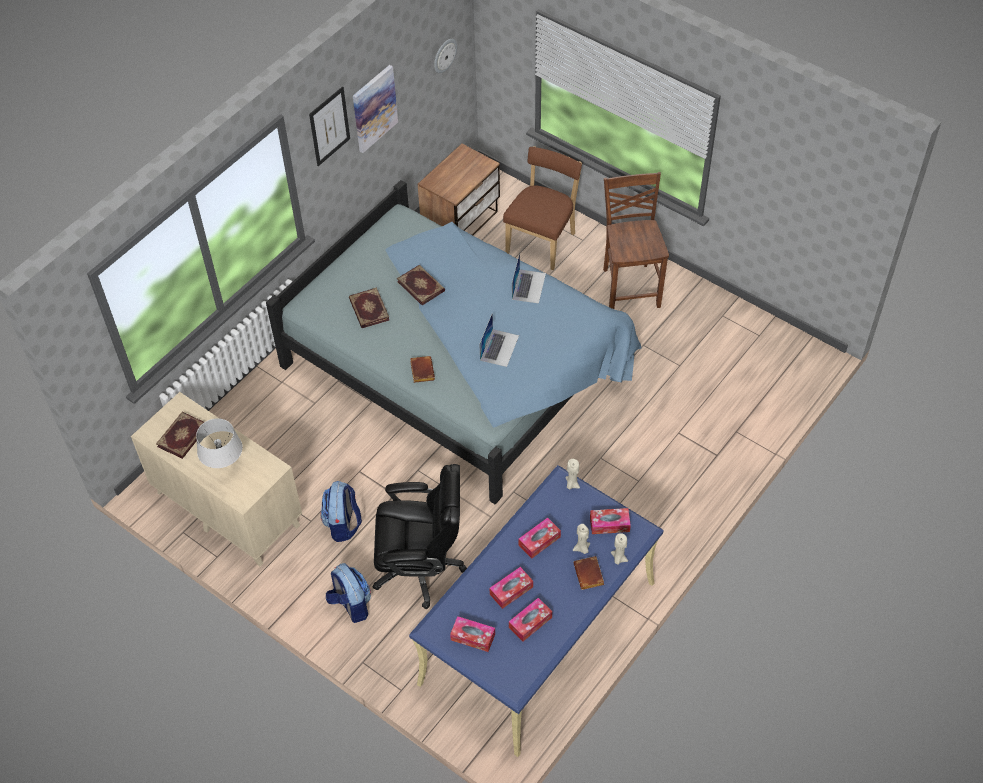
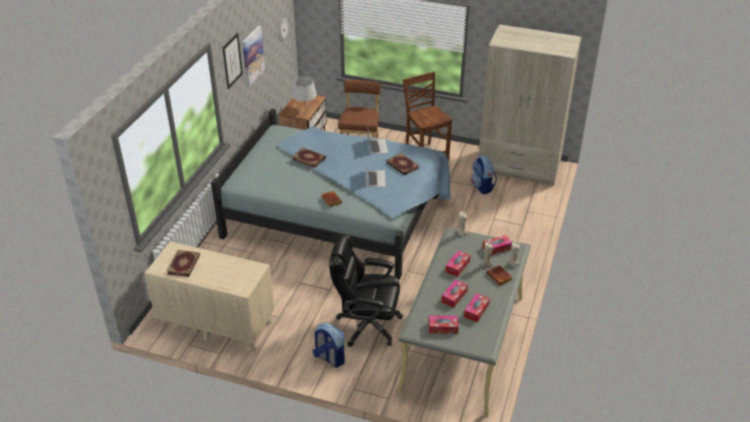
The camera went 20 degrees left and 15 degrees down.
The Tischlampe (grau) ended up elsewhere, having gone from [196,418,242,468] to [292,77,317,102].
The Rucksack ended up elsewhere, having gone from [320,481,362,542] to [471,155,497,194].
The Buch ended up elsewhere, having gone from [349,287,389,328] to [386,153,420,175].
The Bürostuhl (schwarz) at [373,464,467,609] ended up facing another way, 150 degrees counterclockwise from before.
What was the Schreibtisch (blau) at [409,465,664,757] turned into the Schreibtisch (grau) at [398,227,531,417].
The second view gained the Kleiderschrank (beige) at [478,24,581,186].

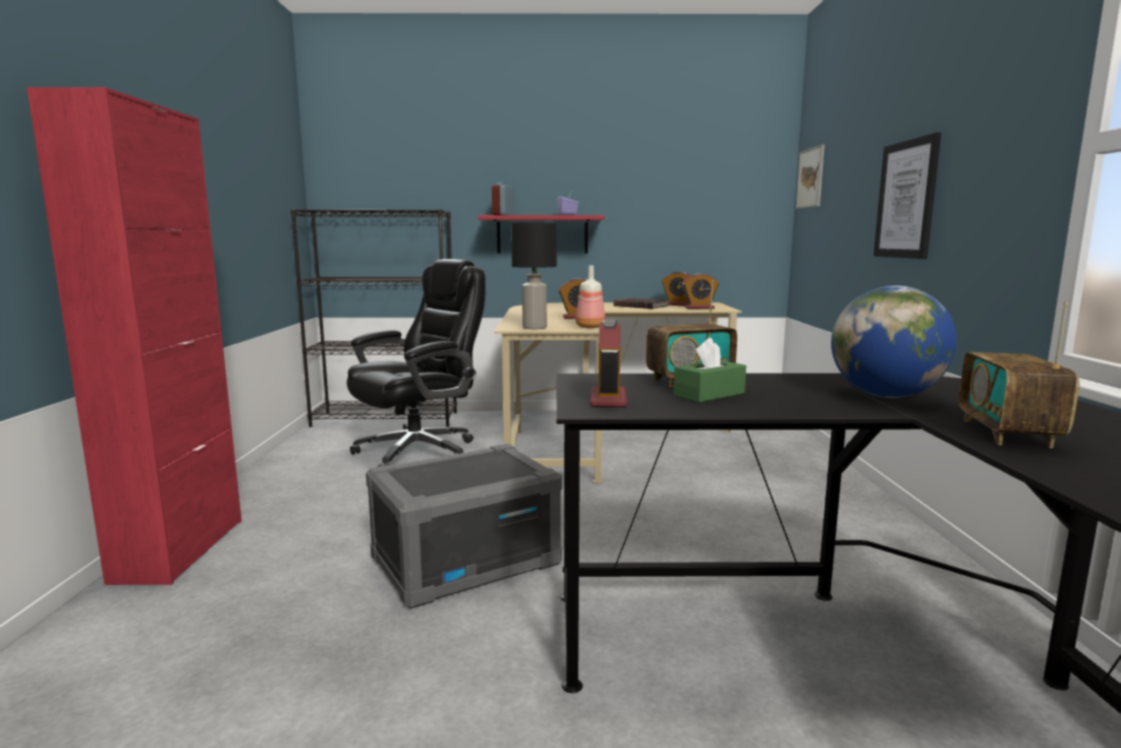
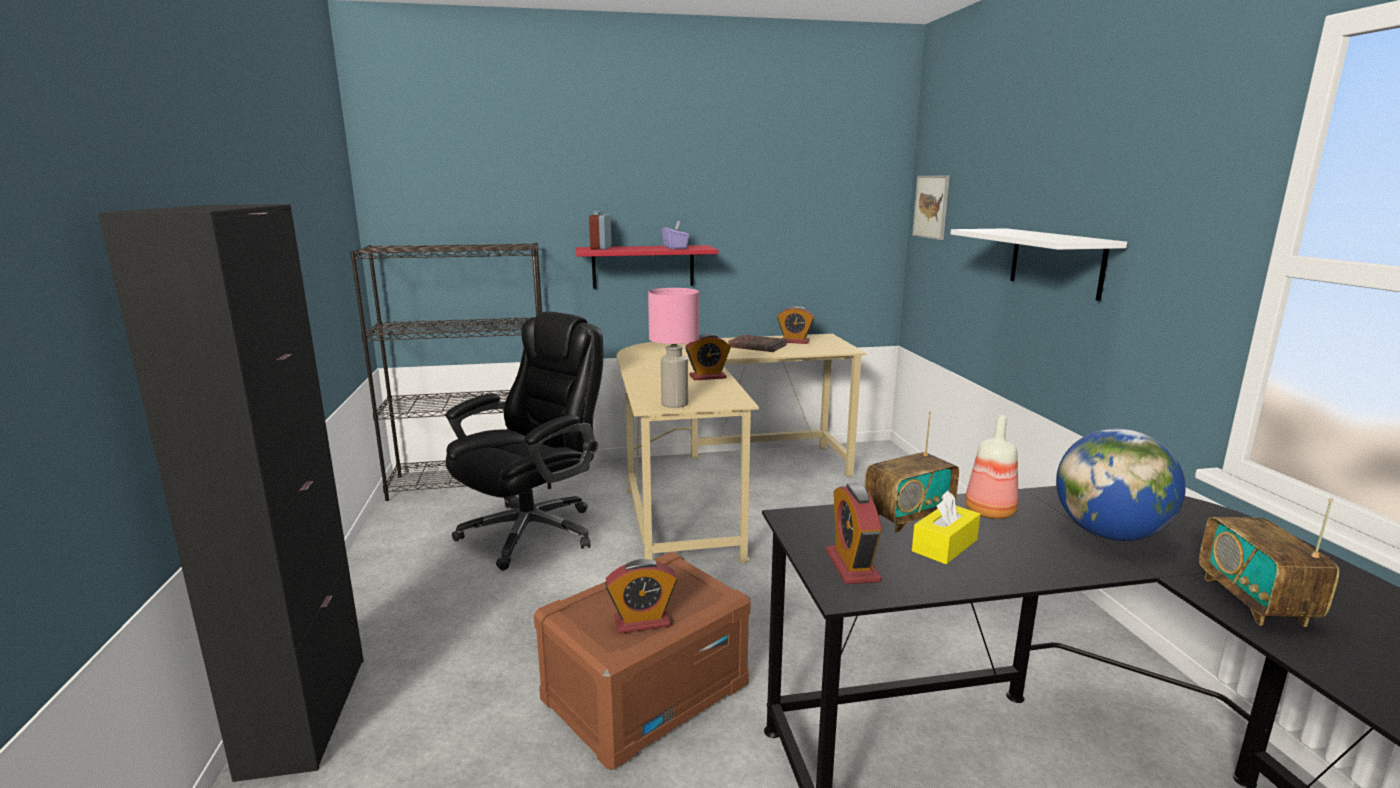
The camera went 10 degrees left and 5 degrees up.
What was the Schrank (rot) at [27,87,242,585] turned into the Schrank (schwarz) at [98,204,364,782].
What was the Aufbewahrungsbox (grau) at [366,444,562,609] turned into the Aufbewahrungsbox (braun) at [534,551,751,770].
What was the Tischlampe (schwarz) at [511,223,557,329] turned into the Tischlampe (rosa) at [648,288,699,408].
The Flasche ended up elsewhere, having gone from [576,265,605,328] to [965,415,1019,519].
What was the Taschentuchbox (grün) at [674,338,746,403] turned into the Taschentuchbox (gelb) at [912,490,980,564].
The Wecker ended up elsewhere, having gone from [682,273,719,309] to [605,559,677,634].
Where the Bild hung at [874,132,941,259], the Wandregal (weiß) came to hang at [951,228,1127,301].

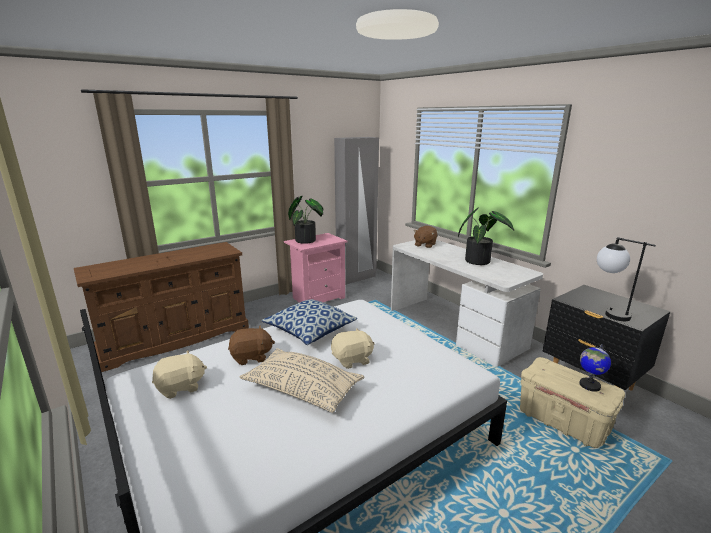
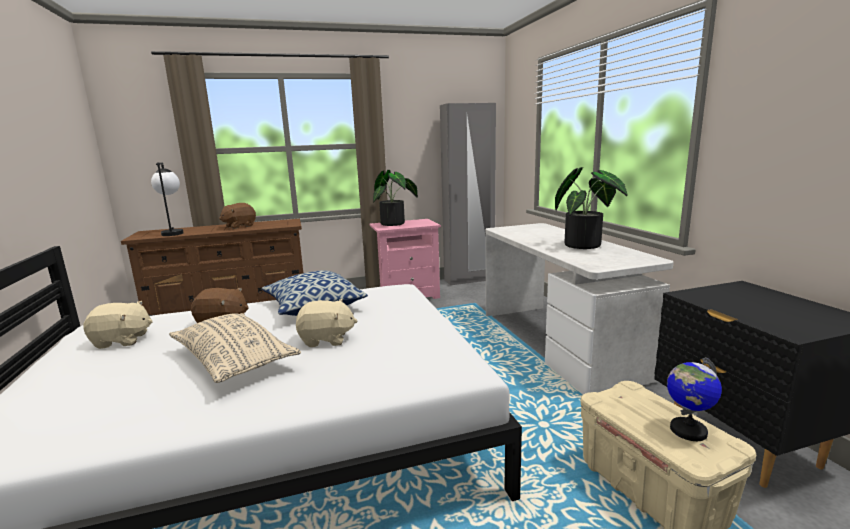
The camera went 20 degrees right and 5 degrees down.
The Plüschtier (braun) ended up elsewhere, having gone from [413,226,437,248] to [219,203,256,229].
The Tischlampe ended up elsewhere, having gone from [597,237,656,321] to [151,163,183,236].

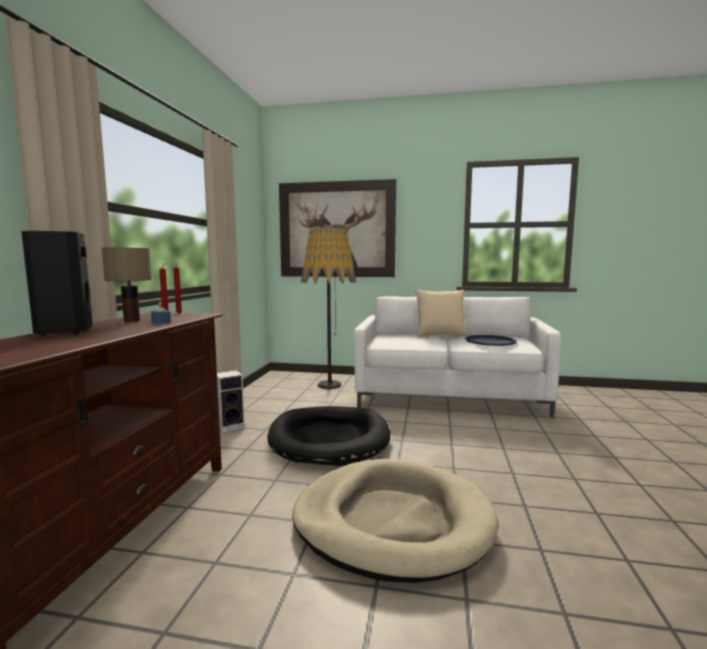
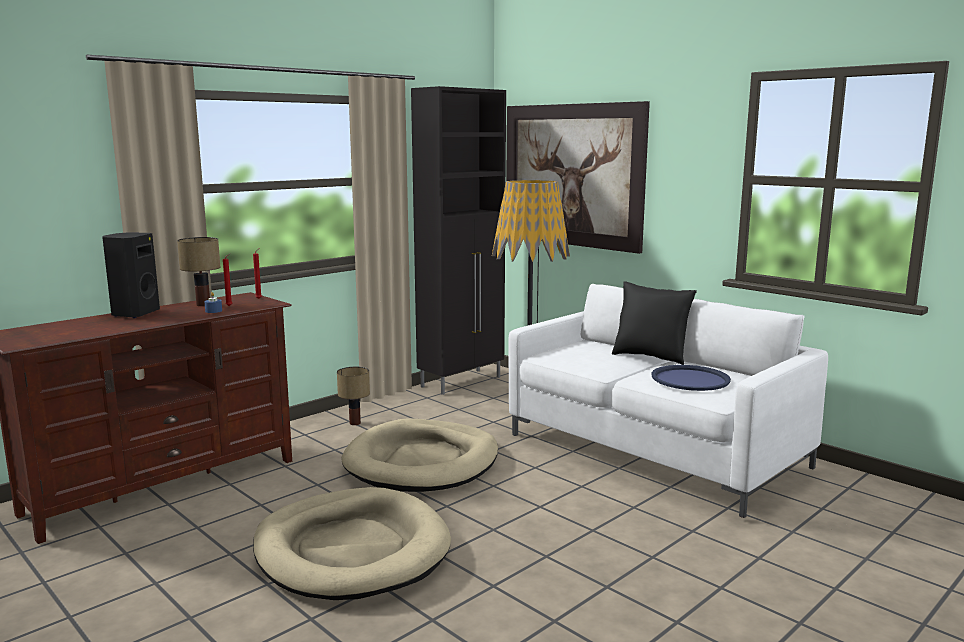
The camera went 35 degrees right and 5 degrees up.
Where the Lautsprecher stood at [217,370,245,433], the Tischlampe came to stand at [337,367,370,425].
What was the Hundebett (schwarz) at [267,406,391,466] turned into the Hundebett (beige) at [342,418,498,492].
What was the Kissen (beige) at [415,289,467,338] turned into the Kissen (schwarz) at [612,281,697,365].
The second view gained the Schrank (schwarz) at [411,86,506,395].

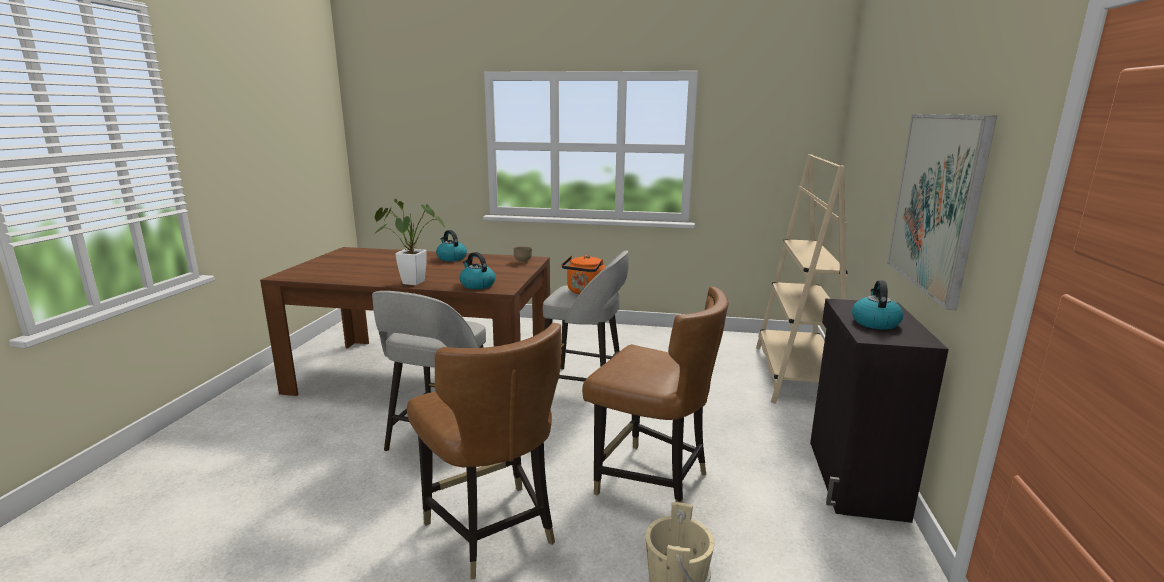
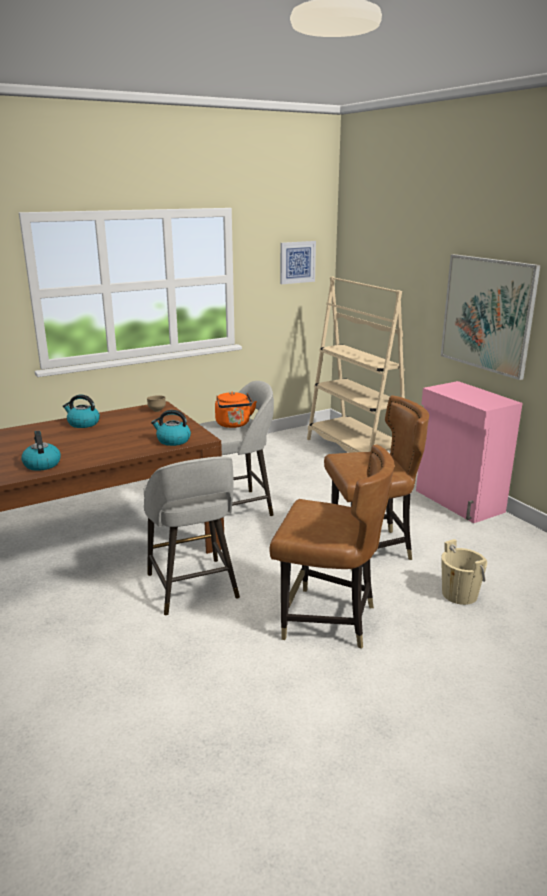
The camera went 40 degrees left and 5 degrees up.
The second view lost the Topfpflanze at [373,199,445,285].
What was the Schrank (schwarz) at [810,299,949,523] turned into the Schrank (rosa) at [416,381,522,523].
The Wasserkessel ended up elsewhere, having gone from [852,280,903,330] to [21,431,61,471].
The second view gained the Bild at [280,241,316,284].

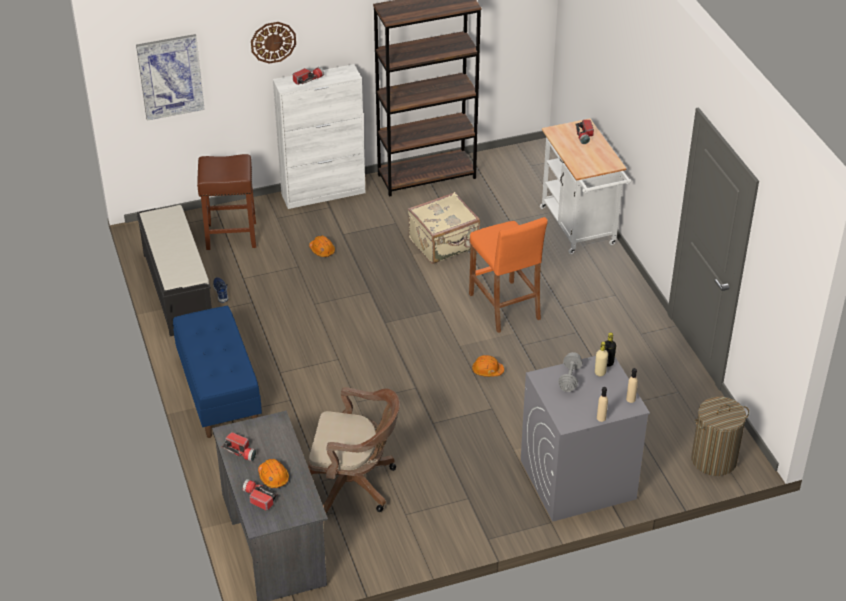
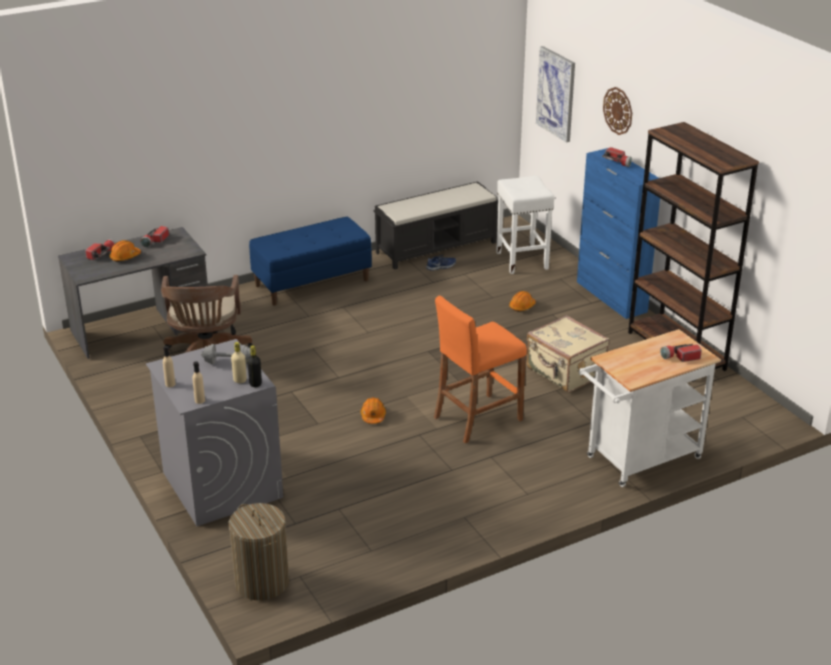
The camera went 80 degrees right and 10 degrees down.
What was the Hocker (braun) at [197,154,256,250] turned into the Hocker (weiß) at [496,176,554,274].
What was the Schrank (weiß) at [273,64,365,209] turned into the Schrank (blau) at [577,148,660,319].

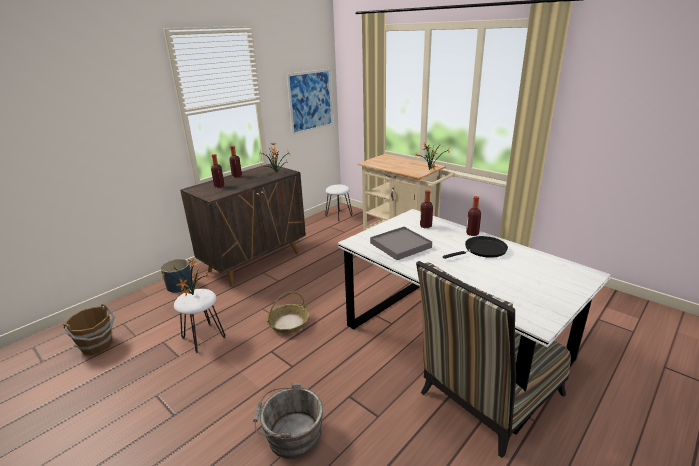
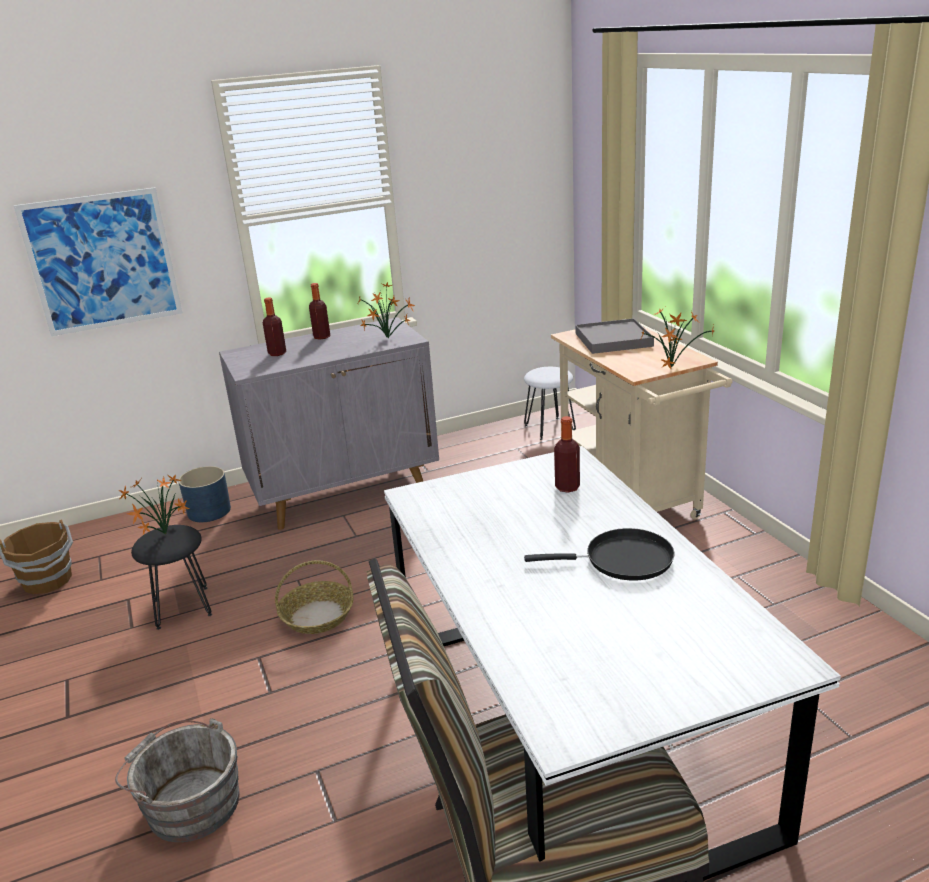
The camera went 25 degrees right and 0 degrees up.
What was the Hocker (weiß) at [174,289,226,353] turned into the Hocker (schwarz) at [131,525,212,630].
What was the Schrank (braun) at [180,164,306,286] turned into the Schrank (grau) at [219,317,439,530].
The Bild ended up elsewhere, having gone from [286,69,333,135] to [14,187,183,336].
The Tablett (grau) ended up elsewhere, having gone from [370,227,432,260] to [575,318,654,354].
The second view lost the Flasche at [466,196,481,236].

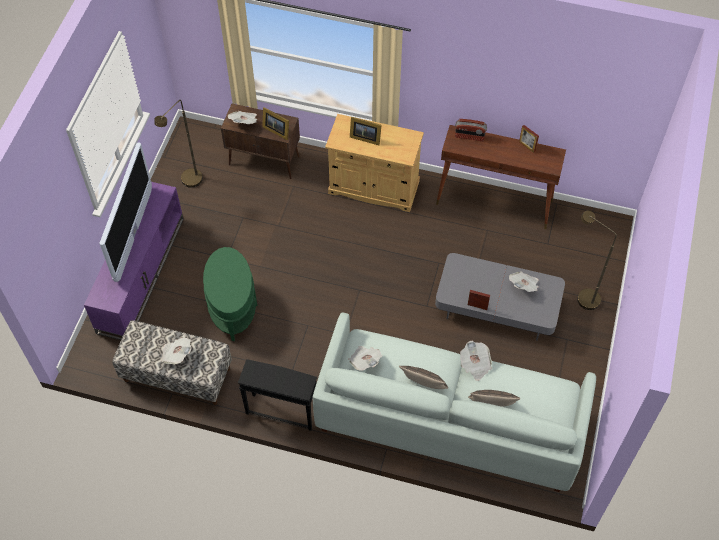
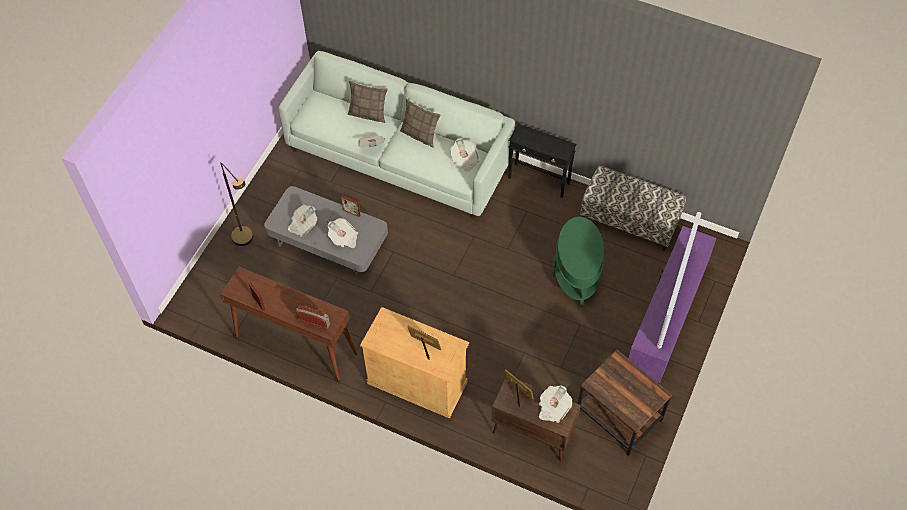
The camera went 170 degrees left and 0 degrees up.
Where the Stehlampe (braun) stood at [154,100,203,188], the Beistelltisch (braun) came to stand at [578,350,672,456].
The Zeitung ended up elsewhere, having gone from [162,337,191,365] to [328,218,358,248].

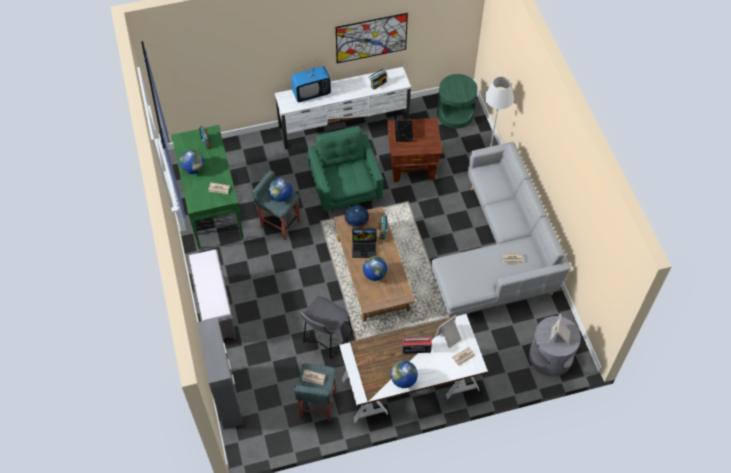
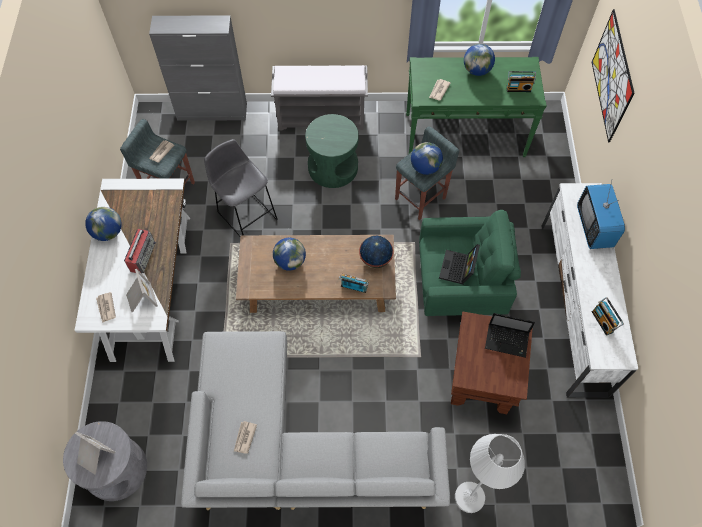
The camera went 105 degrees right and 5 degrees up.
The Bild ended up elsewhere, having gone from [335,13,408,63] to [592,9,635,143].
The Laptop ended up elsewhere, having gone from [352,228,377,258] to [439,244,480,284].
The Beistelltisch (grün) ended up elsewhere, having gone from [437,74,478,128] to [305,114,359,188].

